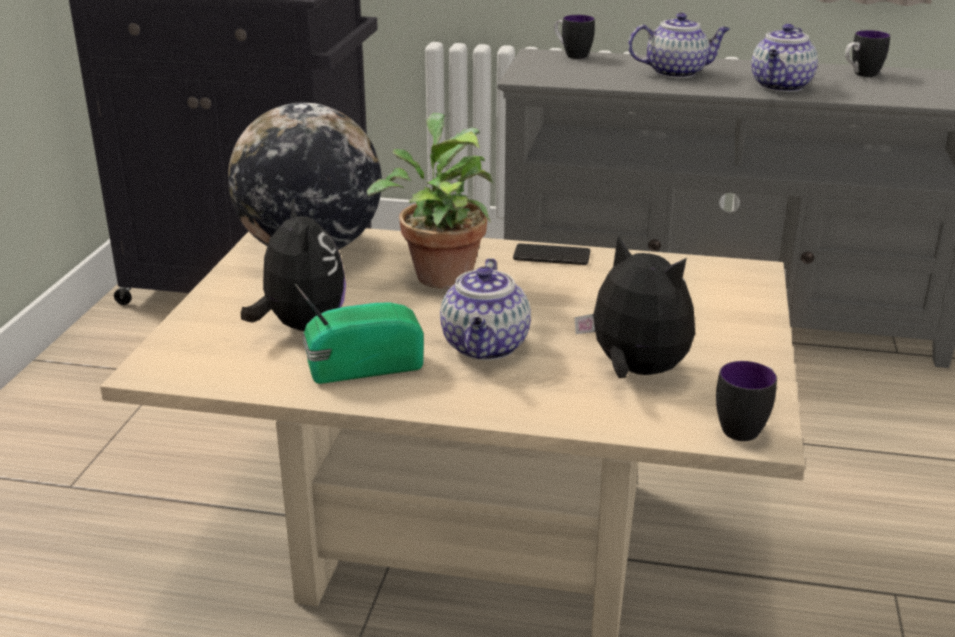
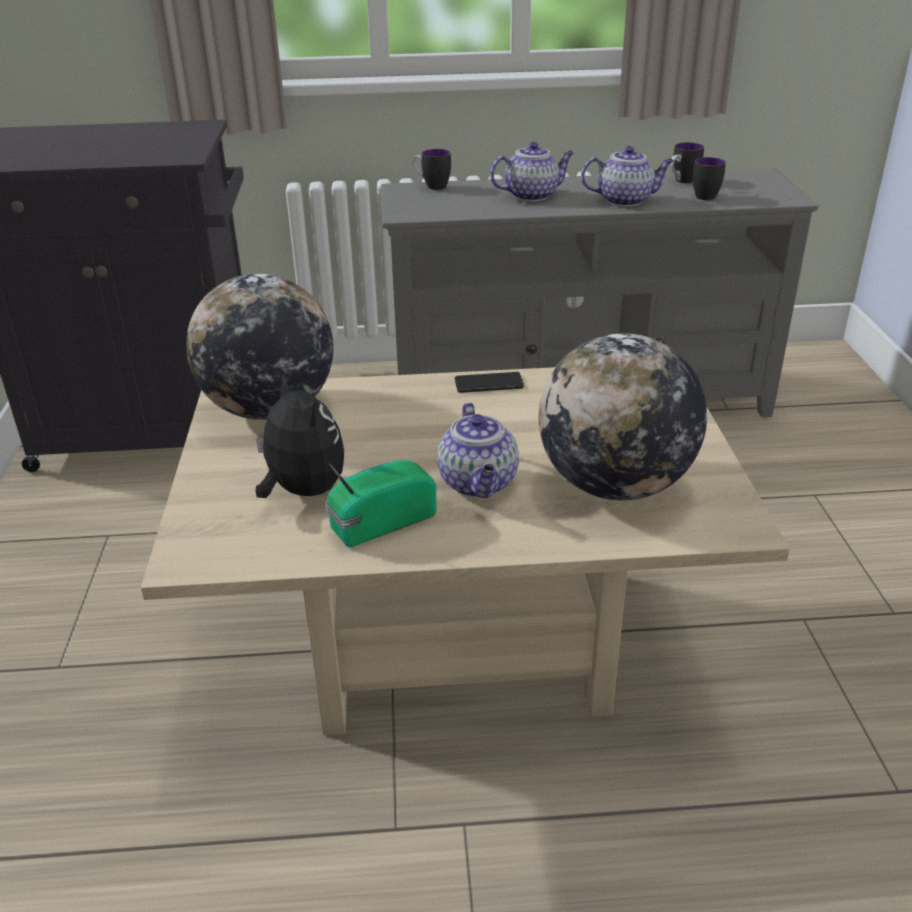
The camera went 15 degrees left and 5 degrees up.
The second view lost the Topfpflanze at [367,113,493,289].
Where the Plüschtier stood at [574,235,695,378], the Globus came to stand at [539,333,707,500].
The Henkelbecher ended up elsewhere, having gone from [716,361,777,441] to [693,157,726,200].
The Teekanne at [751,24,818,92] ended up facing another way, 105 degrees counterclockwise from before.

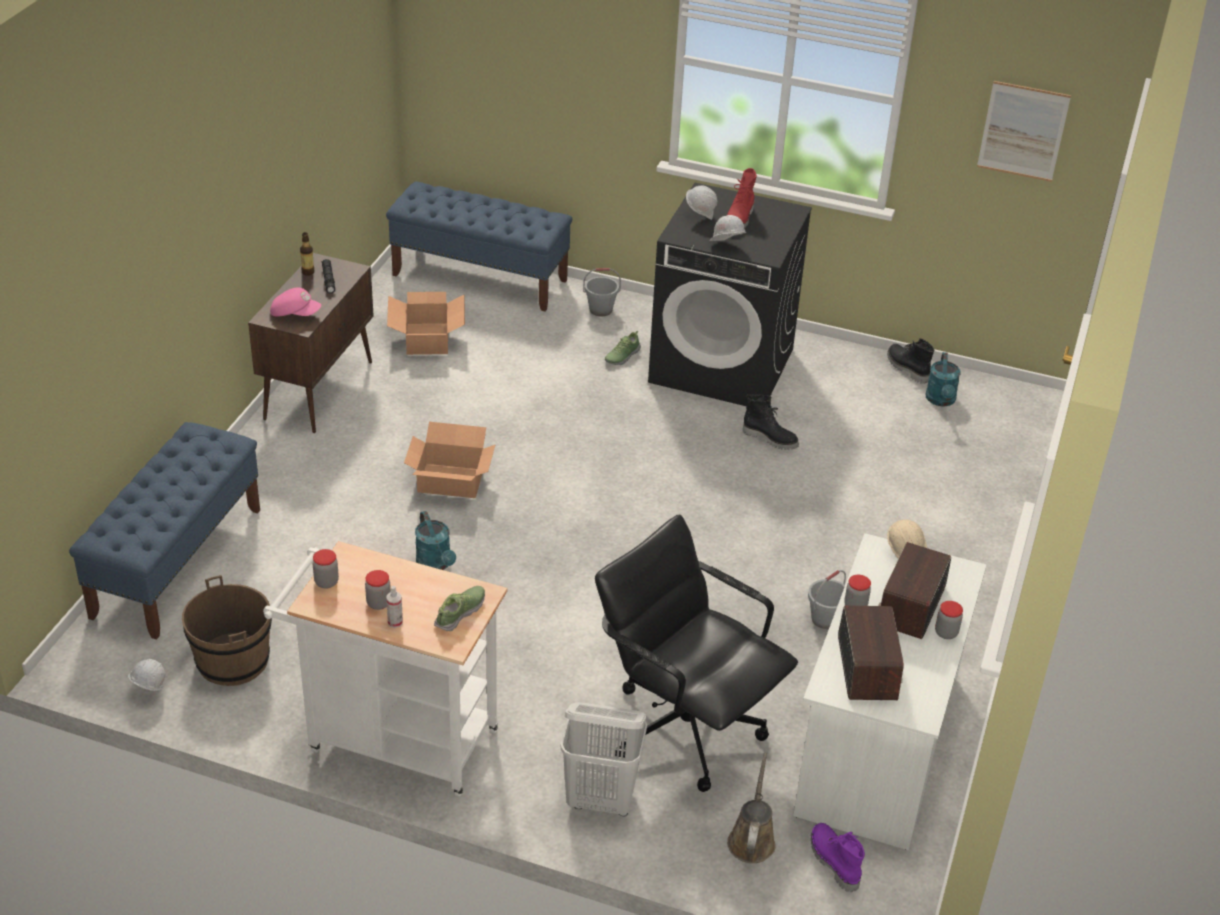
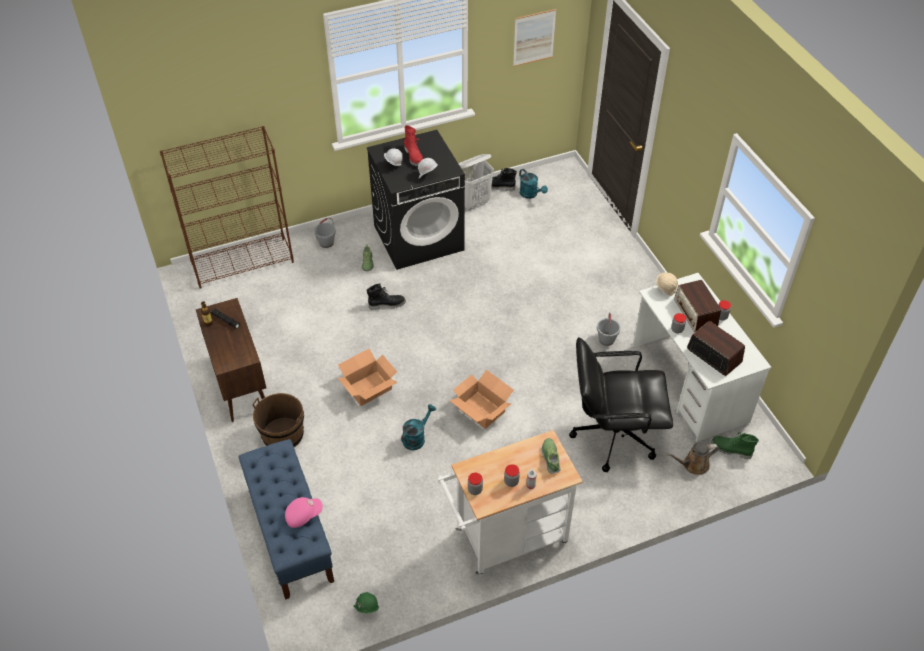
The camera went 40 degrees left and 10 degrees up.
What was the Schutzhelm (weiß) at [128,659,165,691] turned into the Schutzhelm (grün) at [353,592,379,613].
The Eimer (braun) ended up elsewhere, having gone from [182,575,272,686] to [253,393,304,447].
The Kappe (rosa) ended up elsewhere, having gone from [270,288,321,317] to [285,497,323,528].
Where the Bank (blau) stood at [386,182,572,312], the Bücherregal (braun) came to stand at [160,126,294,289].
The Karton ended up elsewhere, having gone from [387,292,465,355] to [449,370,514,429].
The Gießkanne (türkis) at [415,511,456,570] ended up facing another way, 75 degrees counterclockwise from before.
The Wäschekorb (weiß) ended up elsewhere, having gone from [560,702,647,816] to [458,154,494,210].
The Gießkanne (braun) at [727,752,776,863] ended up facing another way, 75 degrees counterclockwise from before.
The Stiefel (schwarz) ended up elsewhere, having gone from [743,394,799,450] to [367,283,406,310].
What was the Stiefel (lila) at [811,823,865,892] turned into the Stiefel (grün) at [711,432,759,459].

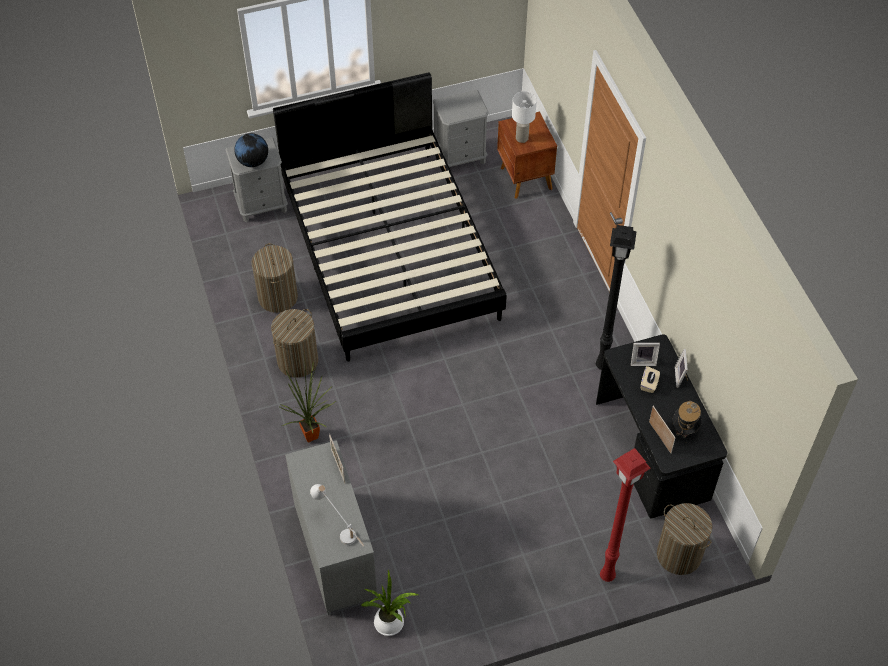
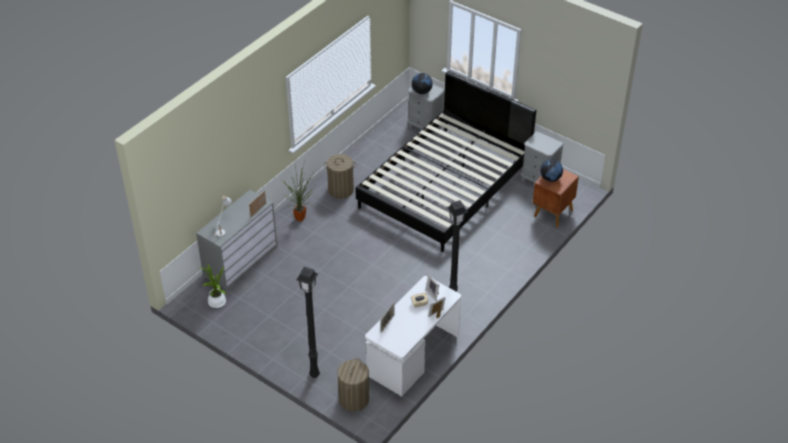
The camera went 55 degrees right and 10 degrees down.
The second view lost the Wäschekorb at [252,243,298,313].
Where the Tischlampe (weiß) stood at [512,91,537,143], the Globus came to stand at [540,159,563,182].
What was the Schreibtisch (schwarz) at [596,335,727,518] turned into the Schreibtisch (weiß) at [365,276,461,397].
What was the Stehlampe (rot) at [600,448,651,582] turned into the Stehlampe (schwarz) at [296,267,320,378].
The second view lost the Hut at [672,401,702,438].

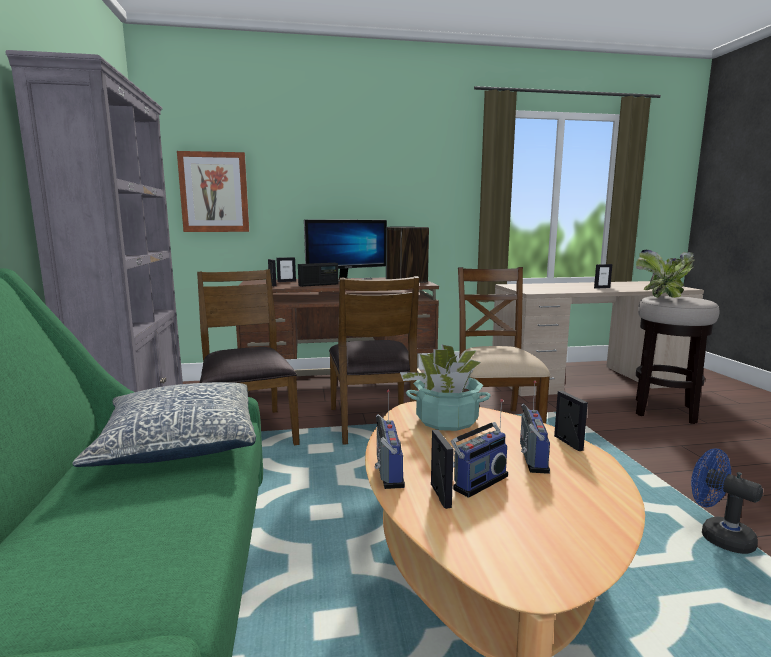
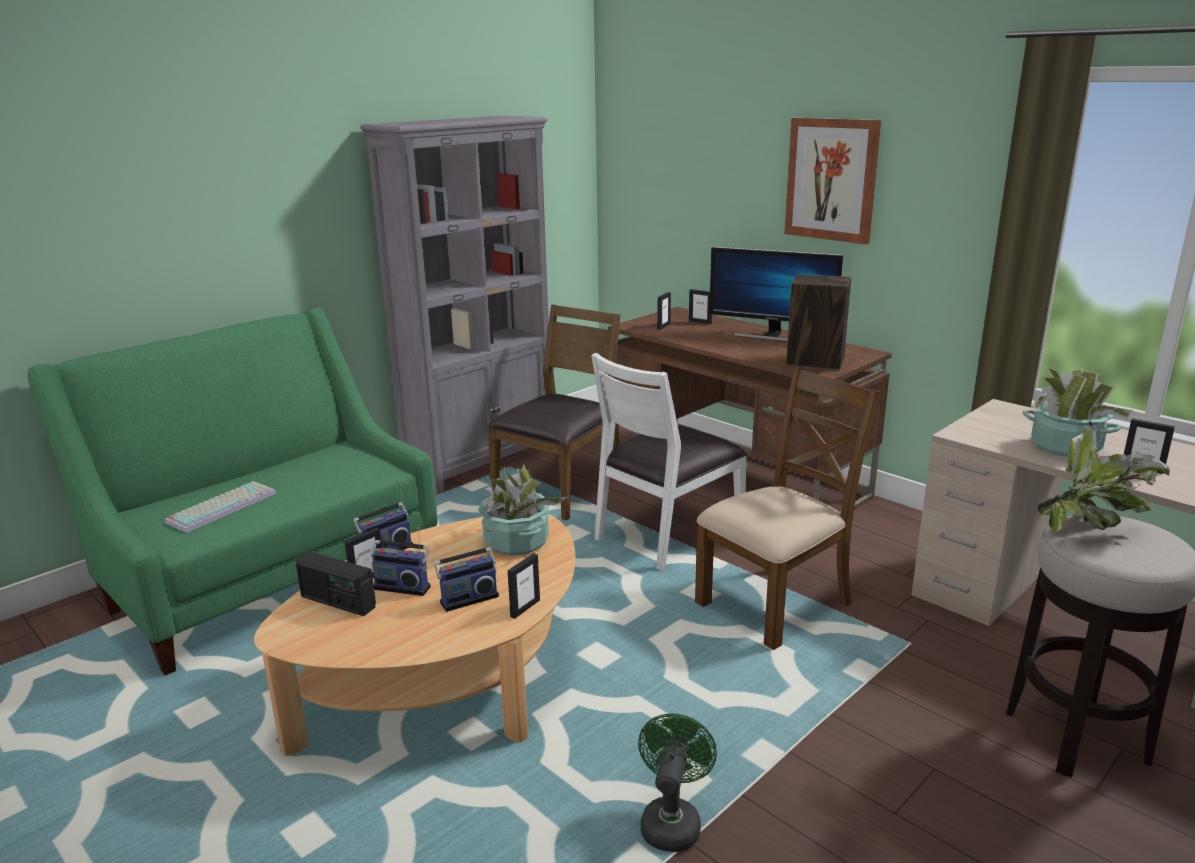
The camera went 55 degrees right and 10 degrees up.
The second view lost the Kissen at [72,382,256,467].
The Bild ended up elsewhere, having gone from [177,151,249,232] to [784,118,881,244].
The Radio ended up elsewhere, having gone from [298,263,338,287] to [296,551,376,616].
What was the Stuhl (braun) at [329,276,419,445] turned into the Stuhl (weiß) at [591,353,747,571].
What was the Ventilator (blau) at [691,448,763,554] turned into the Ventilator (grün) at [638,713,717,852].
The second view gained the Tastatur at [165,481,277,533].
The second view gained the Topfpflanze at [1023,368,1133,457].

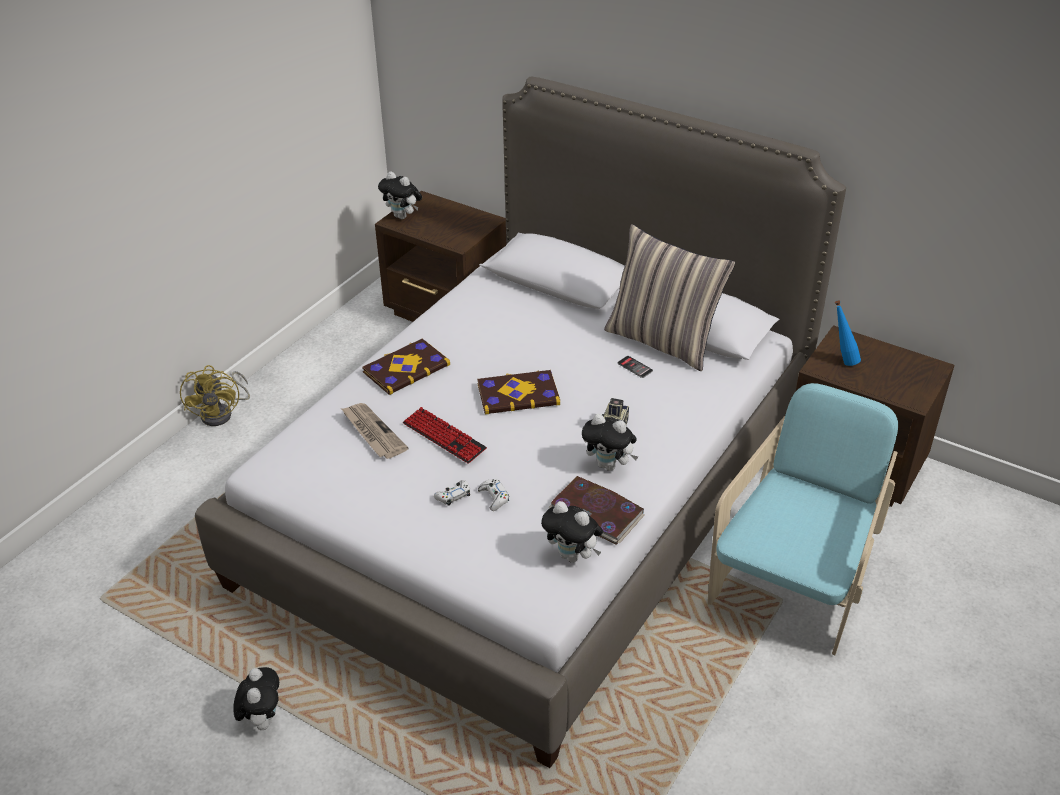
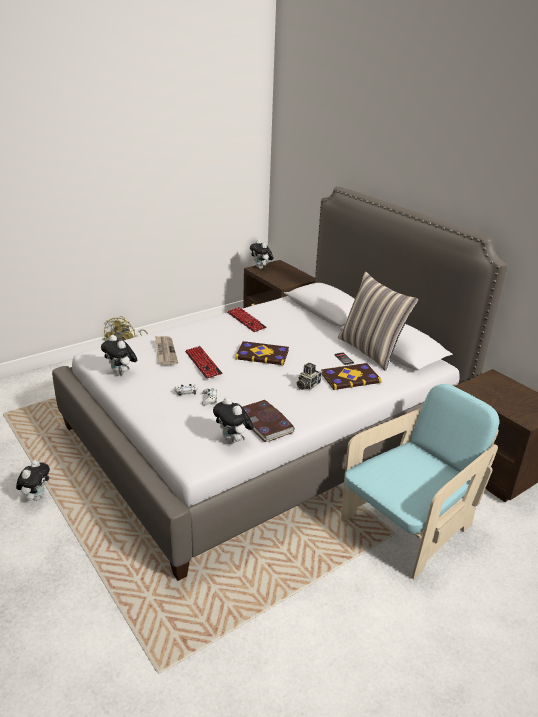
The camera went 20 degrees right and 10 degrees down.
The Buch ended up elsewhere, having gone from [362,339,450,395] to [321,363,382,390].
The Plüschtier ended up elsewhere, having gone from [582,414,638,471] to [101,335,137,376].
The second view lost the Flasche (blau) at [835,300,861,366].
The second view gained the Tastatur at [227,307,267,332].

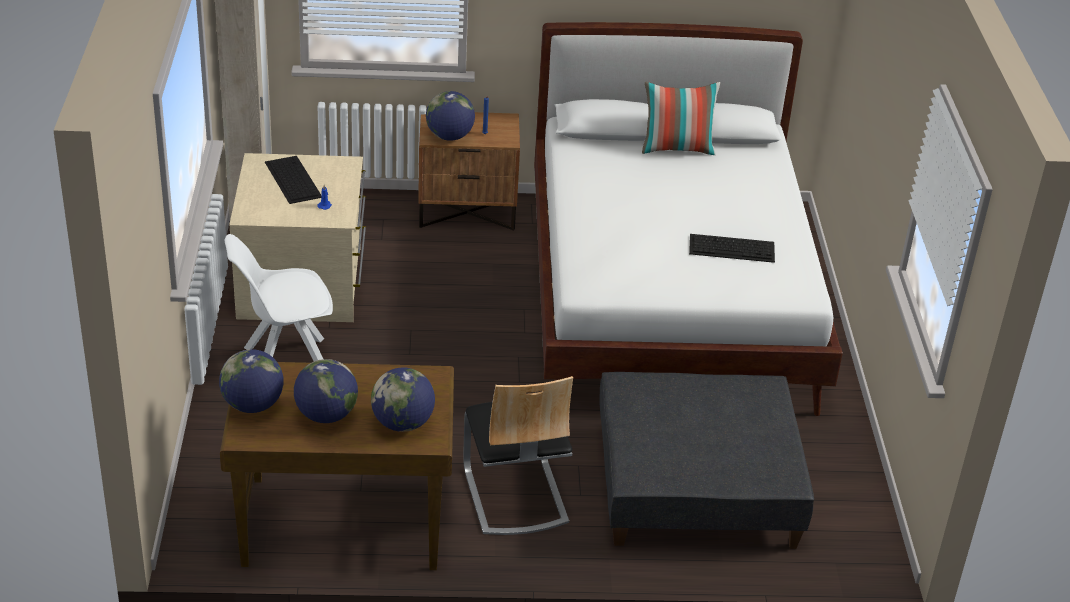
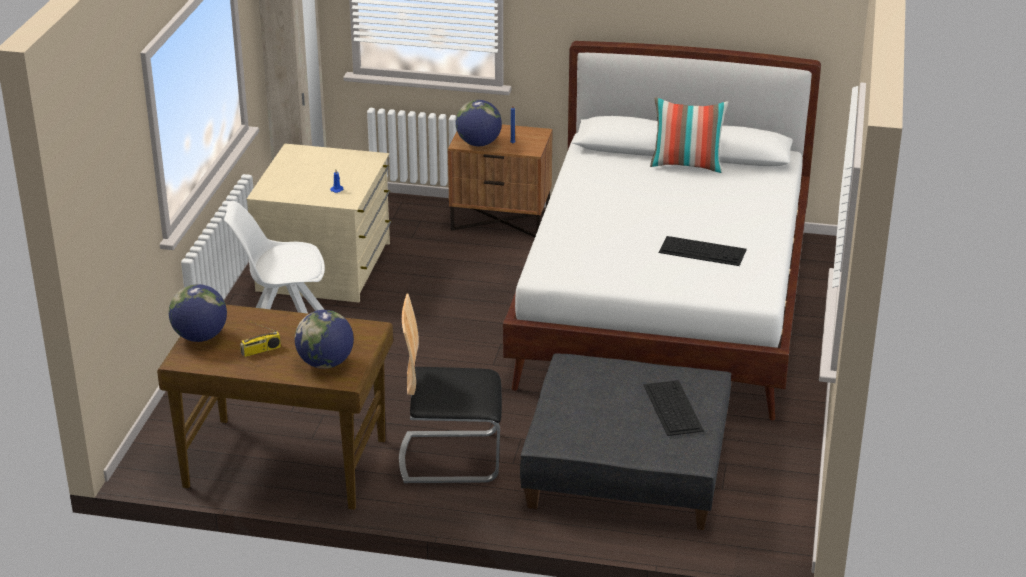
The camera went 15 degrees right and 5 degrees down.
The Tastatur ended up elsewhere, having gone from [265,156,321,204] to [643,380,704,436].
Where the Globus stood at [294,359,358,423], the Radio came to stand at [240,320,281,357].
The Stuhl at [463,376,573,535] ended up facing another way, 90 degrees clockwise from before.

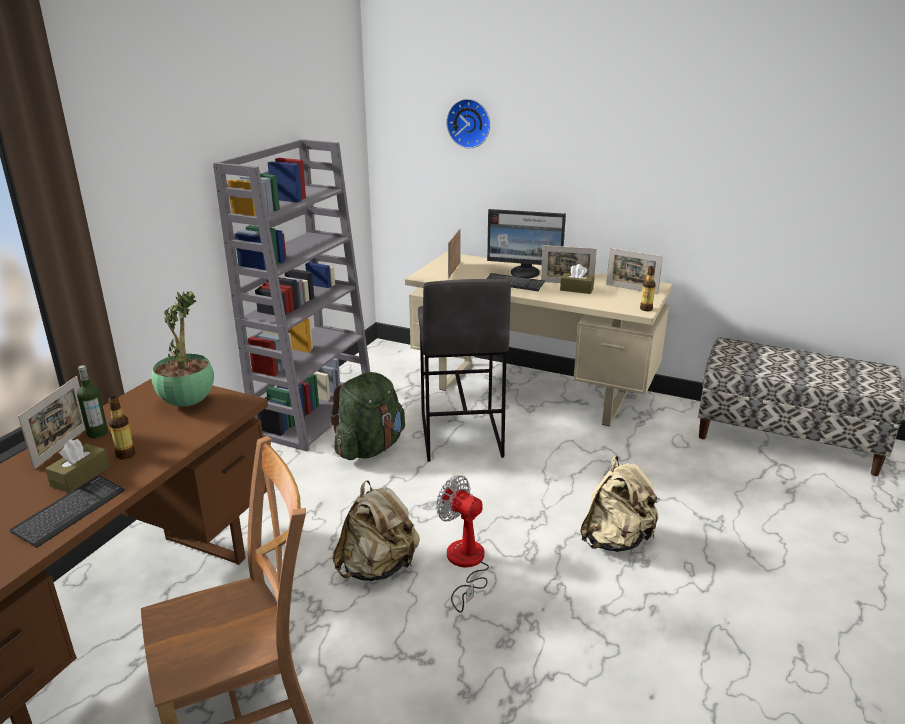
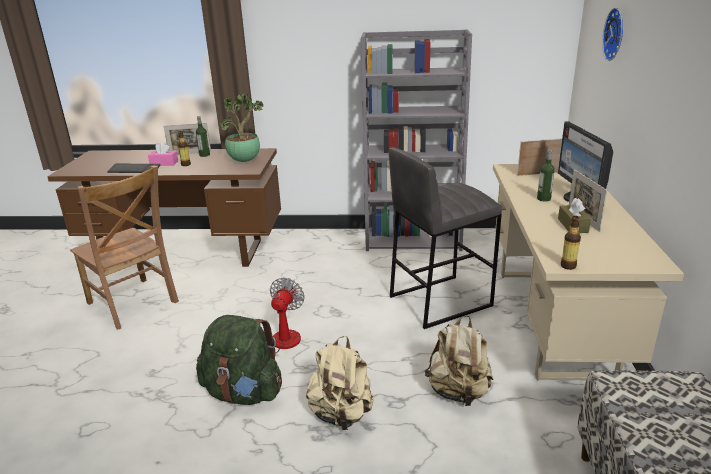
The camera went 70 degrees right and 0 degrees up.
What was the Taschentuchbox (braun) at [45,439,110,493] turned into the Taschentuchbox (rosa) at [148,142,178,166].
The Rucksack (grün) ended up elsewhere, having gone from [330,372,405,460] to [196,315,282,405].
The Rucksack (beige) ended up elsewhere, having gone from [333,480,420,581] to [425,316,493,406].
Where the Tastatur stood at [486,273,545,291], the Flasche came to stand at [537,149,555,202].
The second view lost the Bilderrahmen at [606,248,663,294].

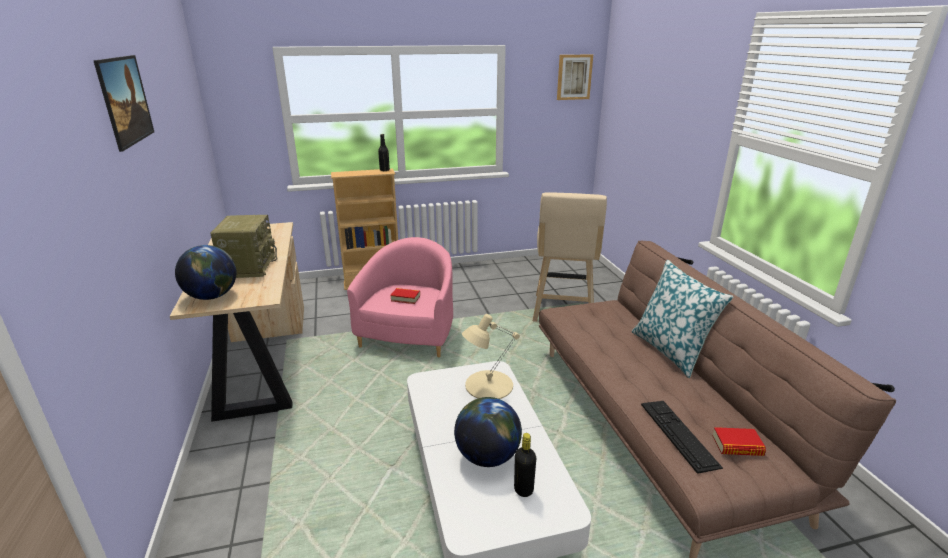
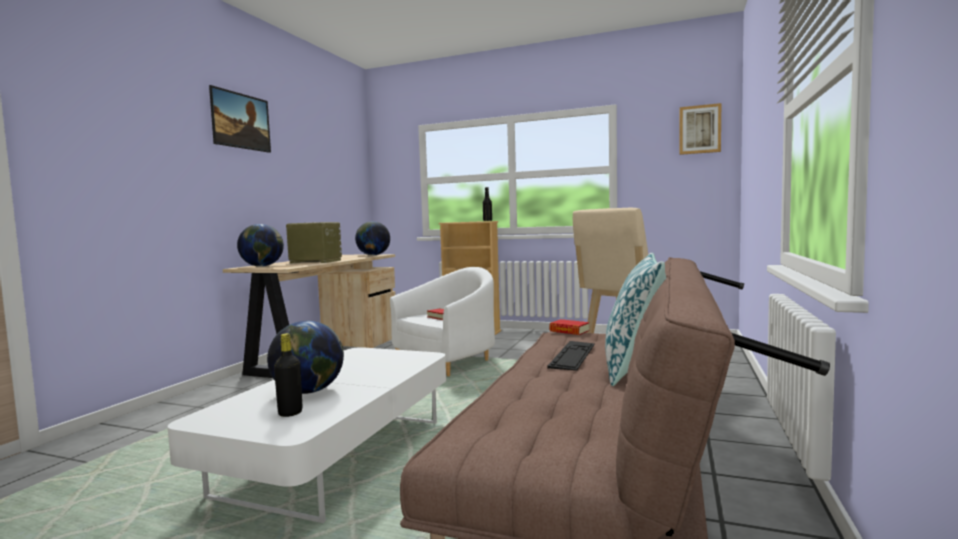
The camera went 35 degrees right and 20 degrees down.
The Radio at [210,215,278,278] ended up facing another way, 105 degrees counterclockwise from before.
What was the Sessel (rosa) at [347,237,453,357] turned into the Sessel (weiß) at [390,267,495,376].
The second view lost the Tischlampe (beige) at [462,314,520,399].
The Tastatur ended up elsewhere, having gone from [641,401,723,474] to [547,341,595,371].
The Buch ended up elsewhere, having gone from [712,427,766,456] to [549,319,589,335].
The second view gained the Globus at [355,221,390,255].

